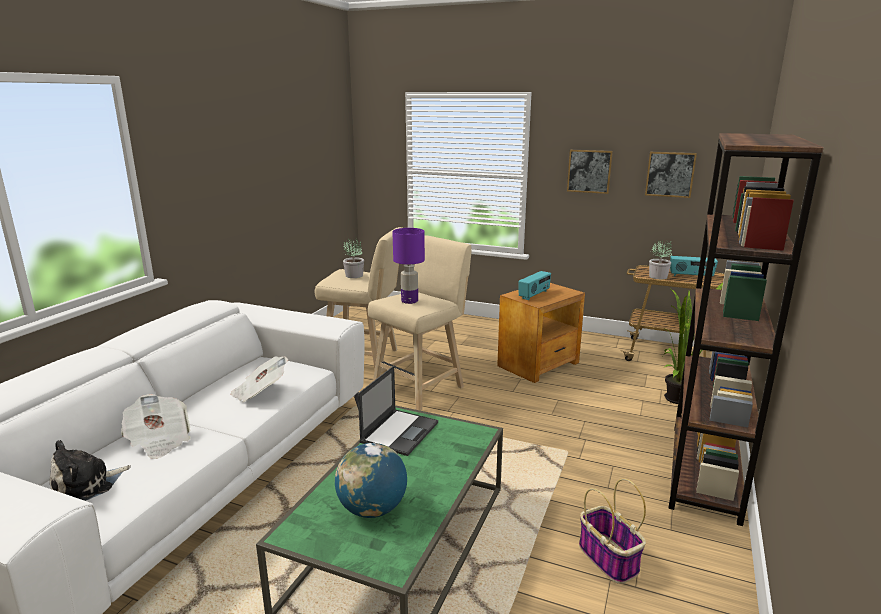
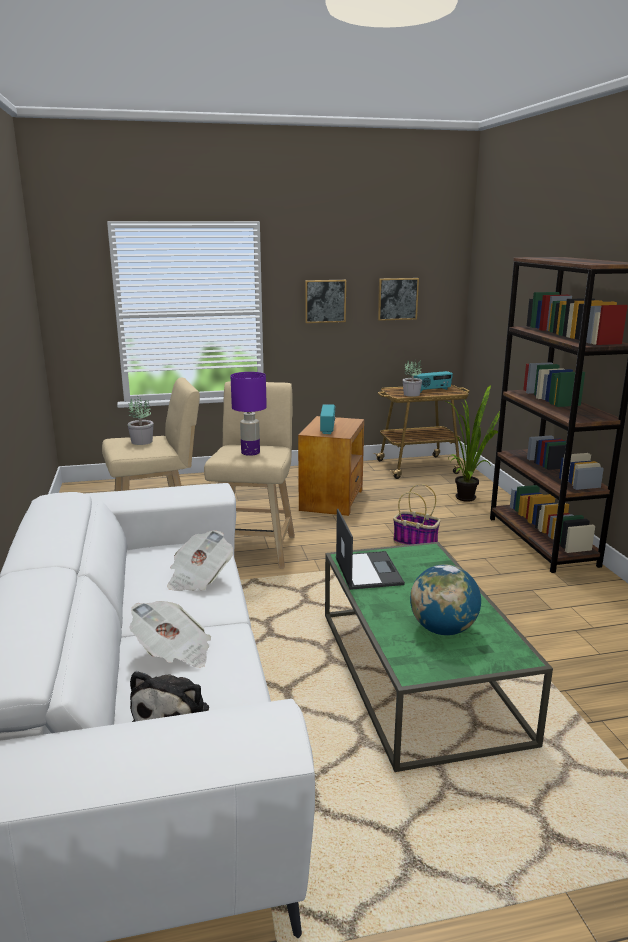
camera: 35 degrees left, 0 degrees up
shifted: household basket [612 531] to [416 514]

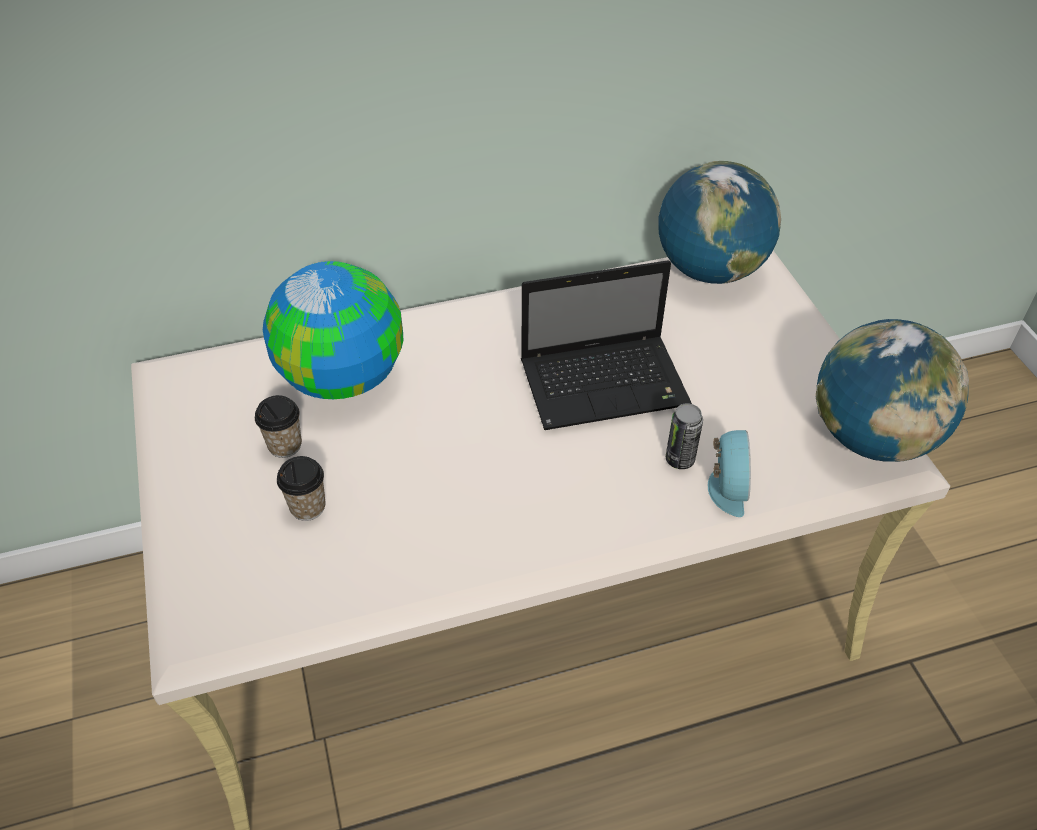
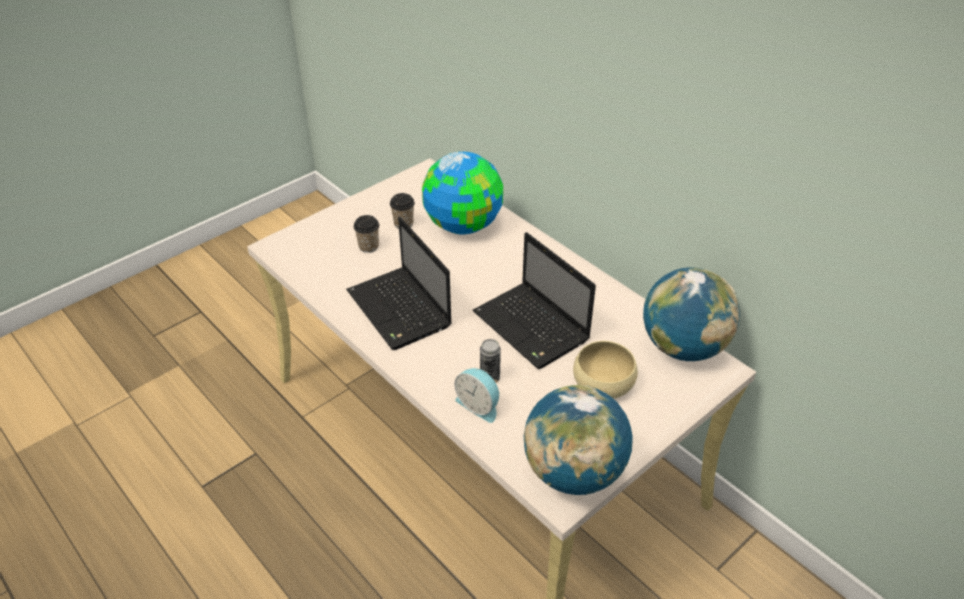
camera: 65 degrees right, 5 degrees down
new: portable computer [399 283]; sand-coloured bowl [605 370]
rotated: table clock [729 473] = [476 395] 60 degrees clockwise

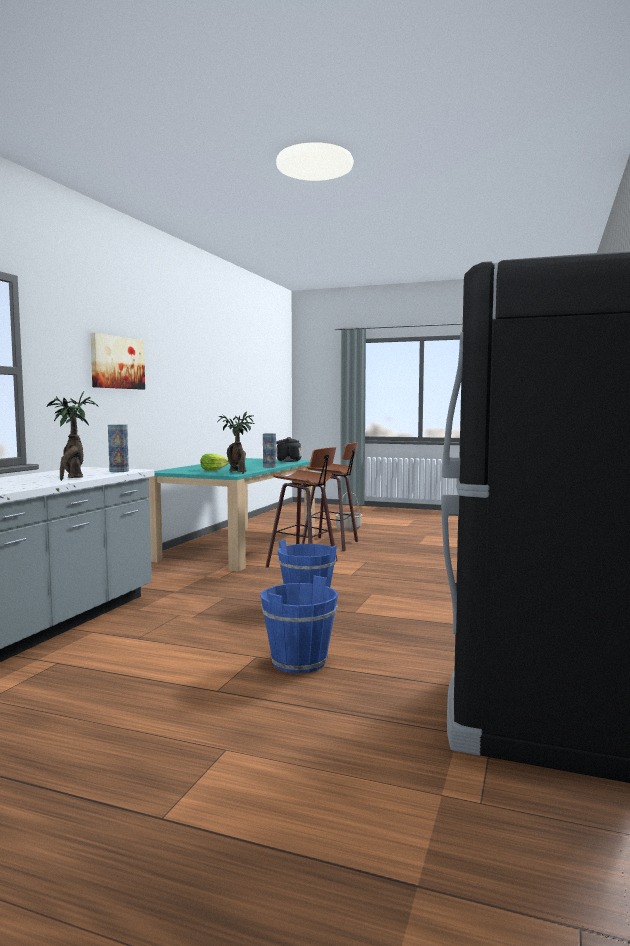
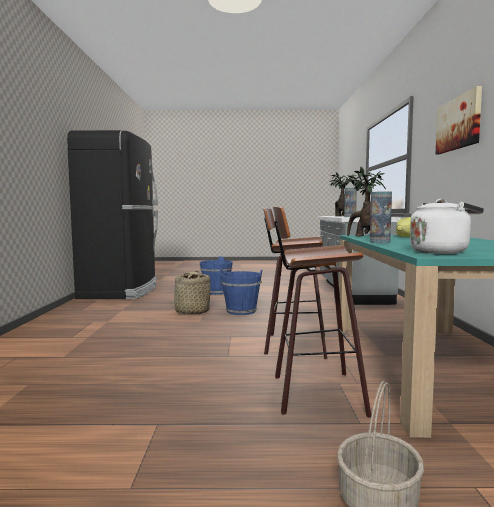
camera: 160 degrees right, 0 degrees up
new: household basket [190 292]
repainted: black-coloured kettle [288 449] to white-coloured kettle [447 226]

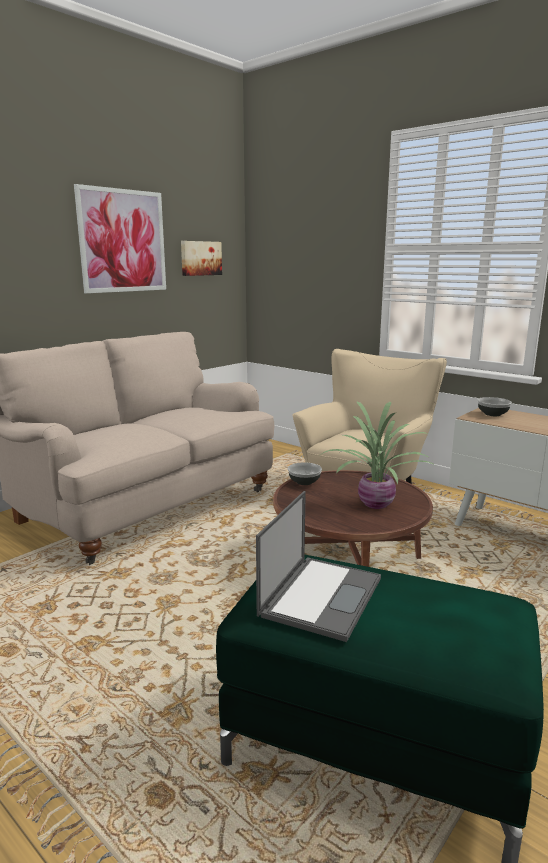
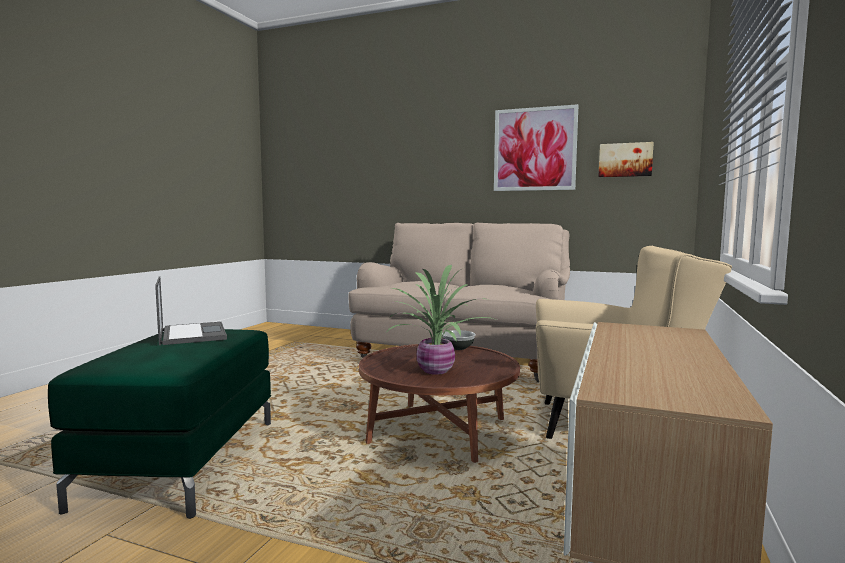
camera: 70 degrees right, 10 degrees down
gone: bowl [494 406]
rotated: portable computer [318 566] = [191 311] 120 degrees counterclockwise

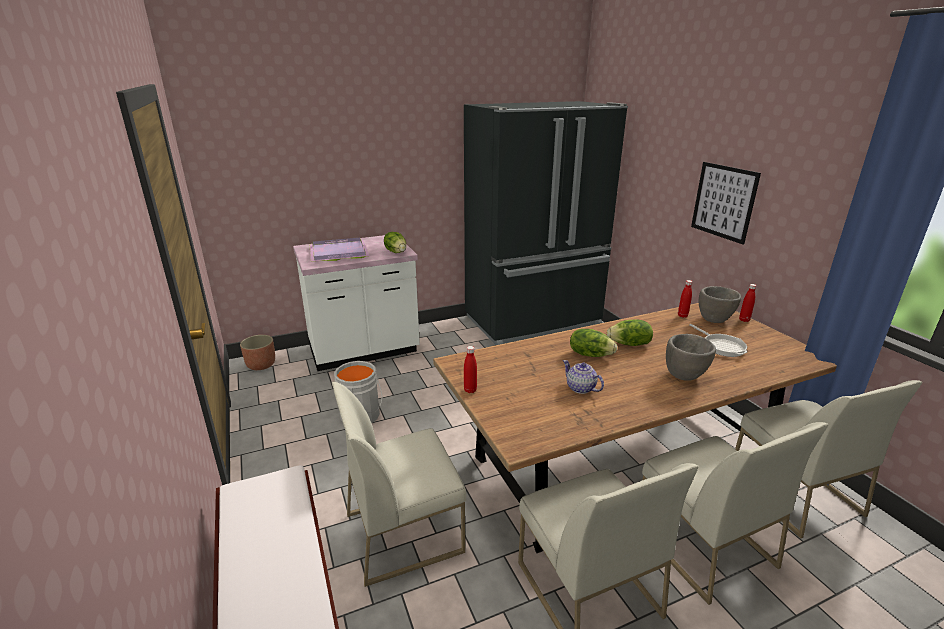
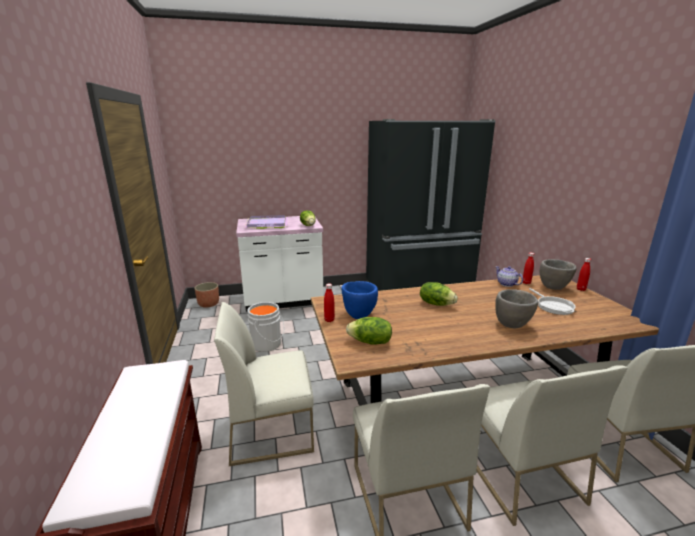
camera: 10 degrees right, 5 degrees down
gone: wall art [726 203]
new: blue-coloured bowl [359 300]
shifted: lettuce head [630 332] to [369 331]; pot for tea [583 377] to [509 276]

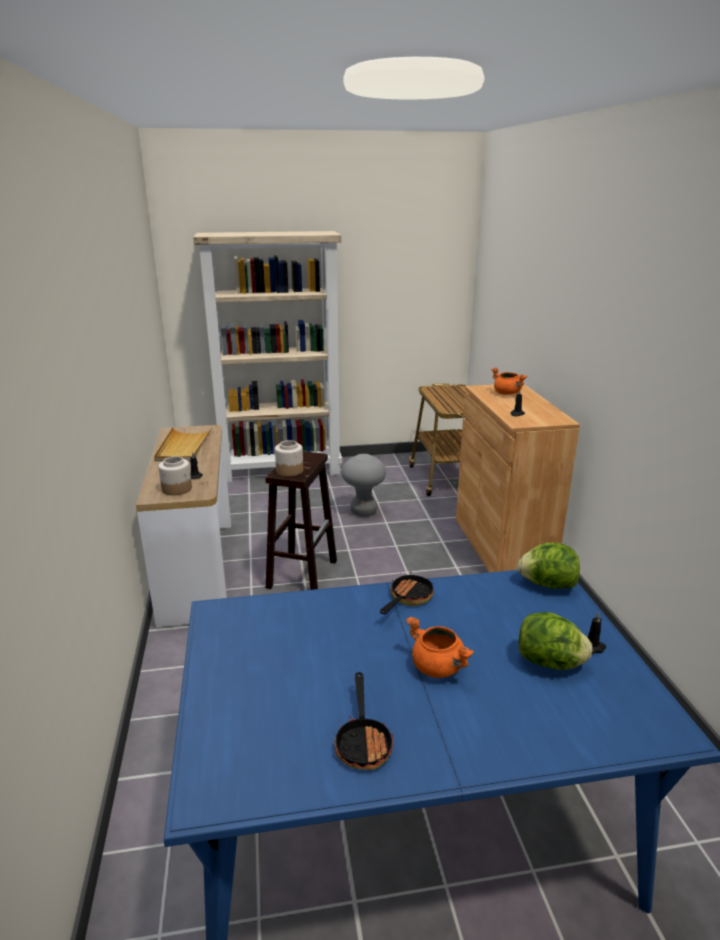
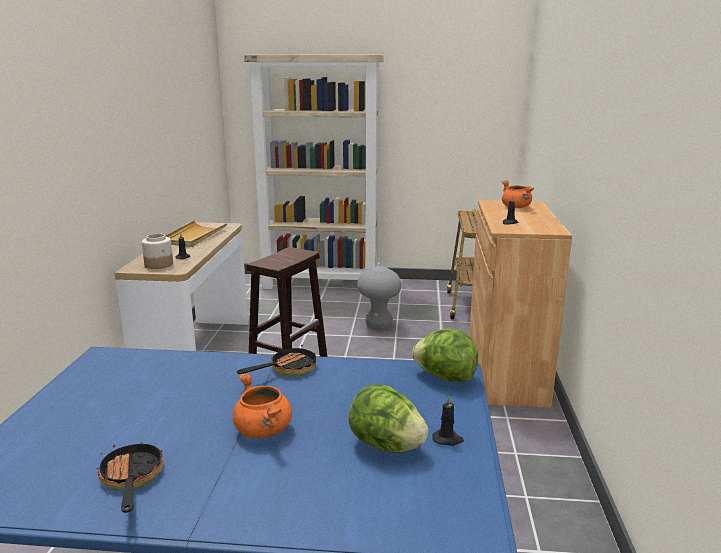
camera: 15 degrees right, 5 degrees down
gone: storage jar [289 458]
rotated: pan [363 721] = [130 477] 150 degrees clockwise

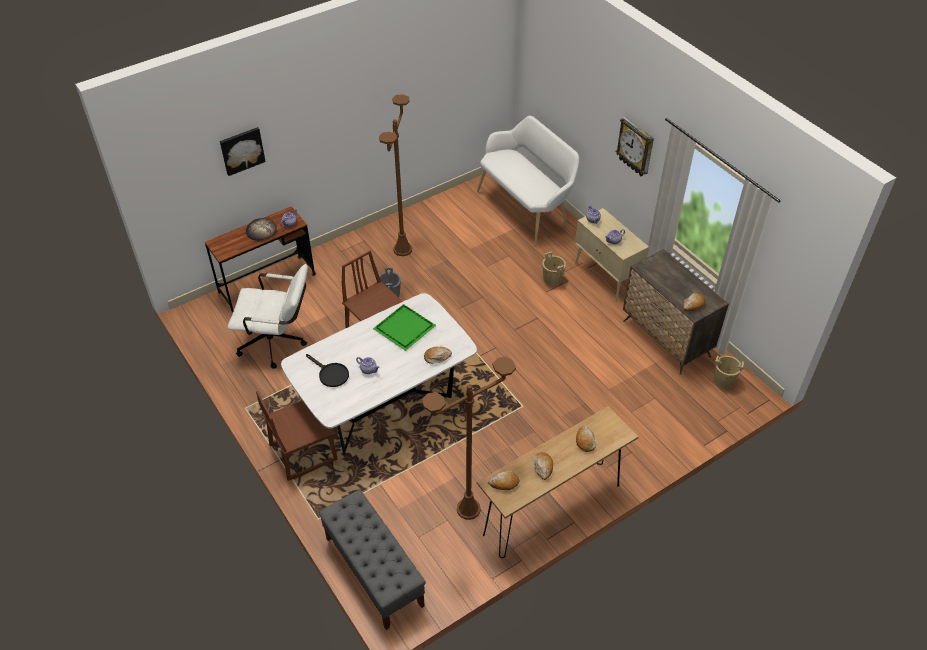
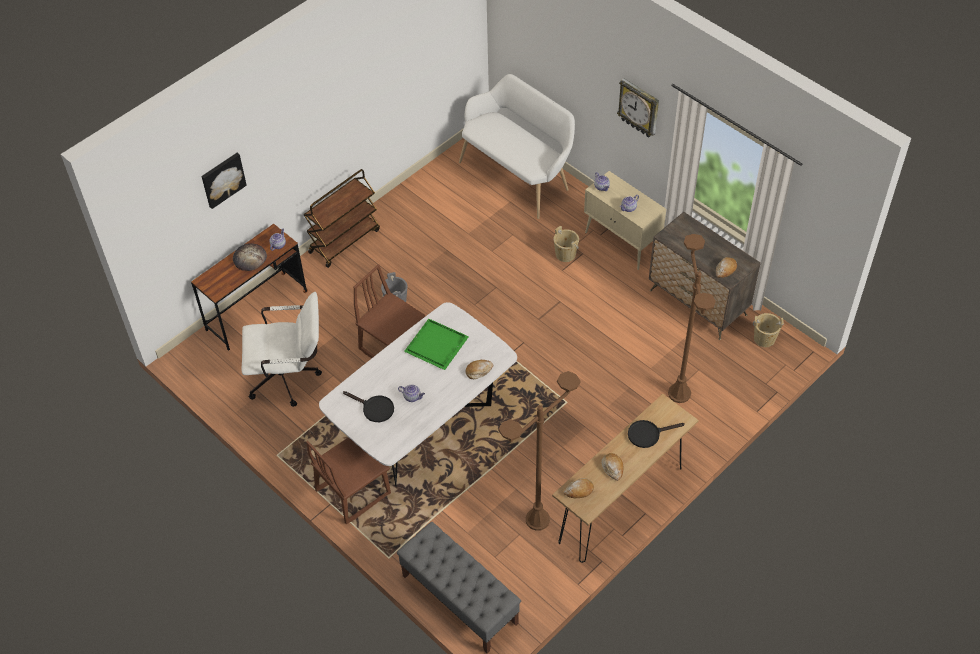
camera: 10 degrees left, 5 degrees up
new: brown cart [342 218]
shifted: brown standard lamp [395 175] to [692 318]
swapped: bakery bread [586 439] to black-coloured pan [656 434]

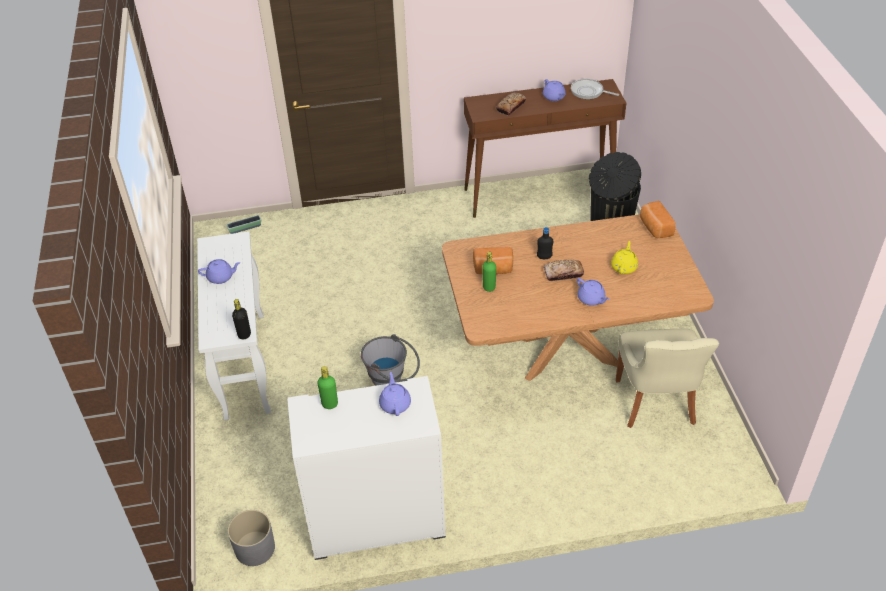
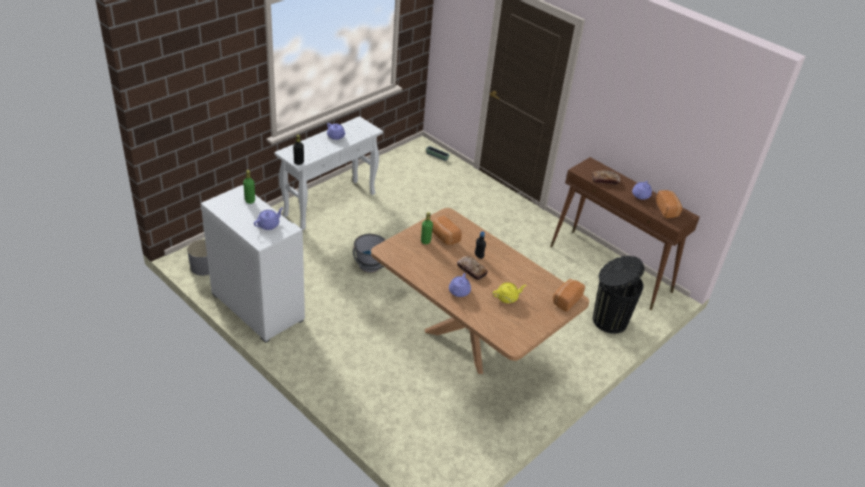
camera: 50 degrees right, 5 degrees down
gone: sand-coloured upright chair [667 378]
swapped: pan [595 89] to bakery bread [669 204]

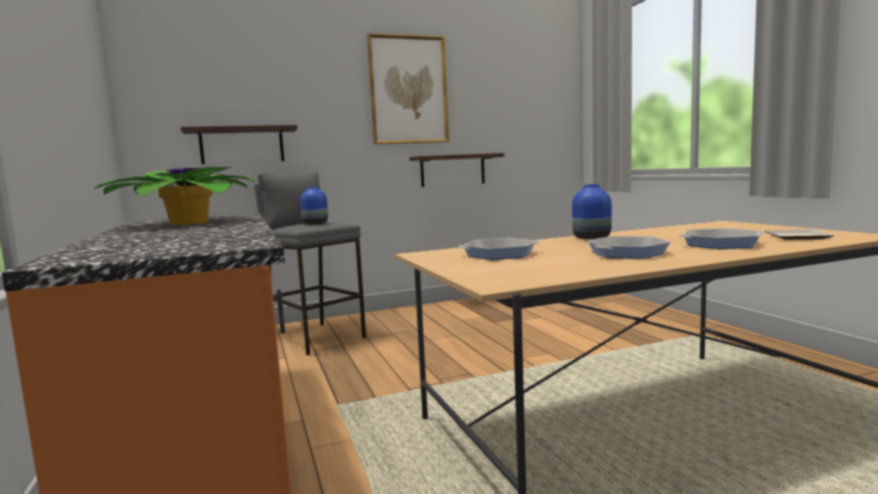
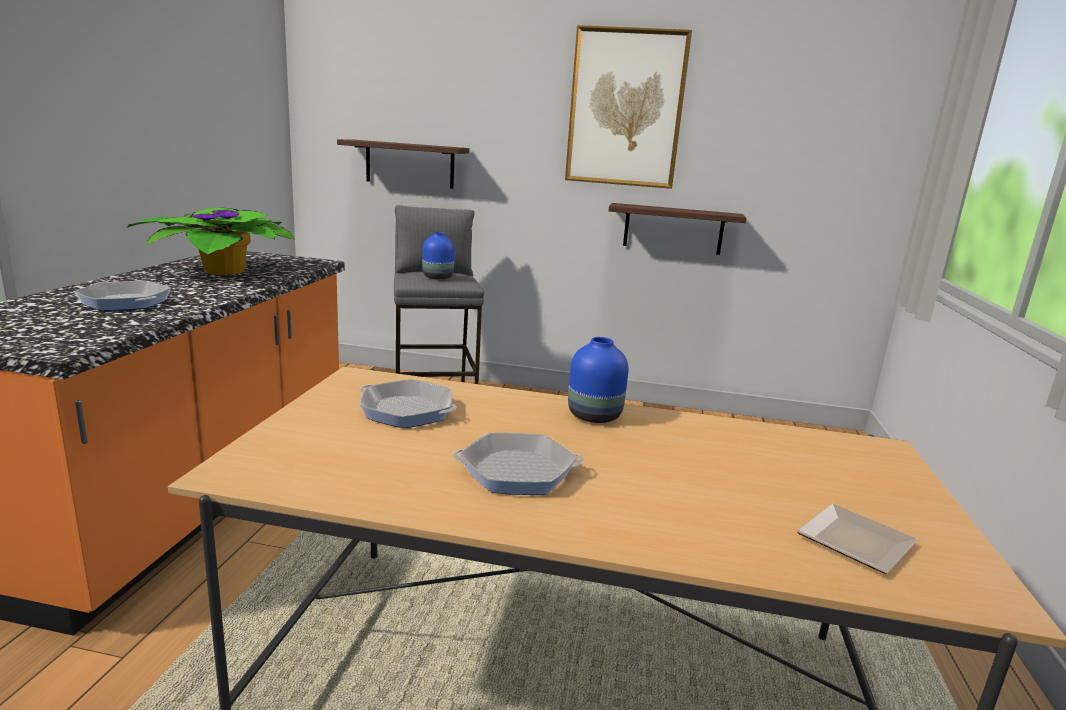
camera: 30 degrees right, 10 degrees up
shifted: pan [722 238] to [122 296]

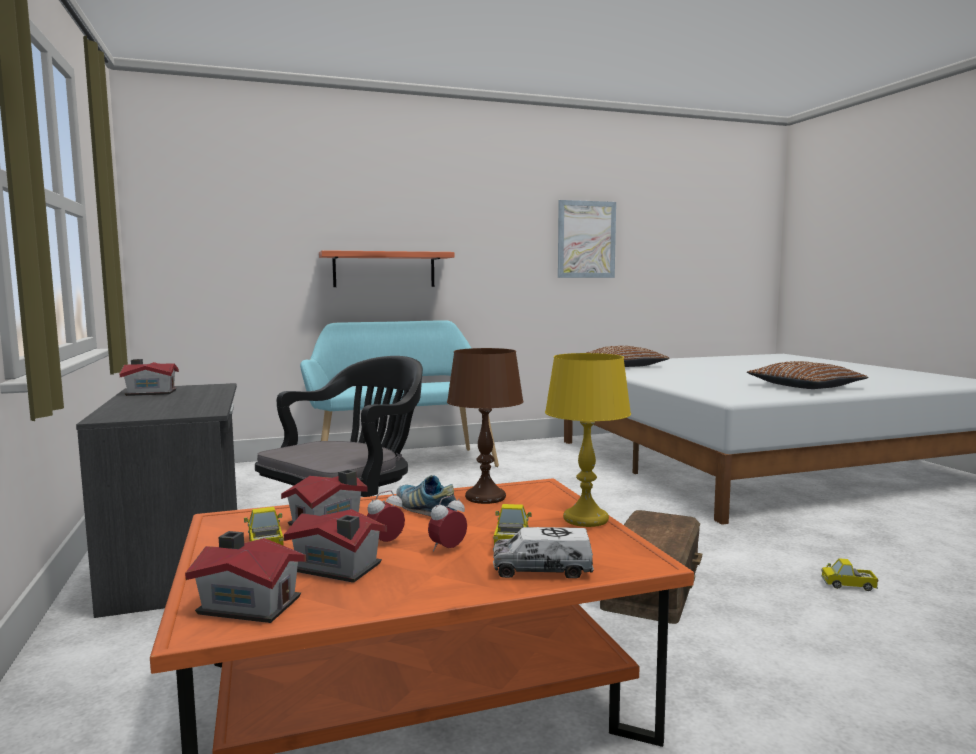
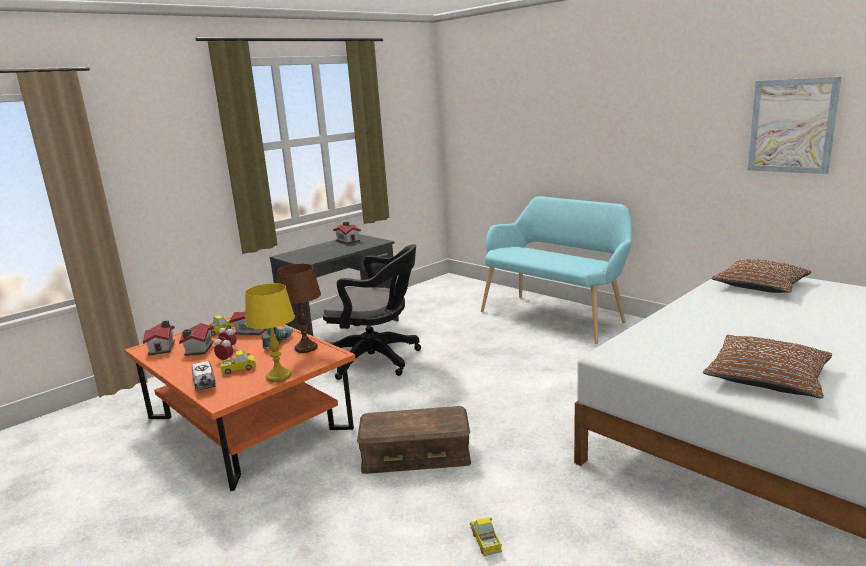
camera: 65 degrees right, 10 degrees up
gone: shelf [386 268]

